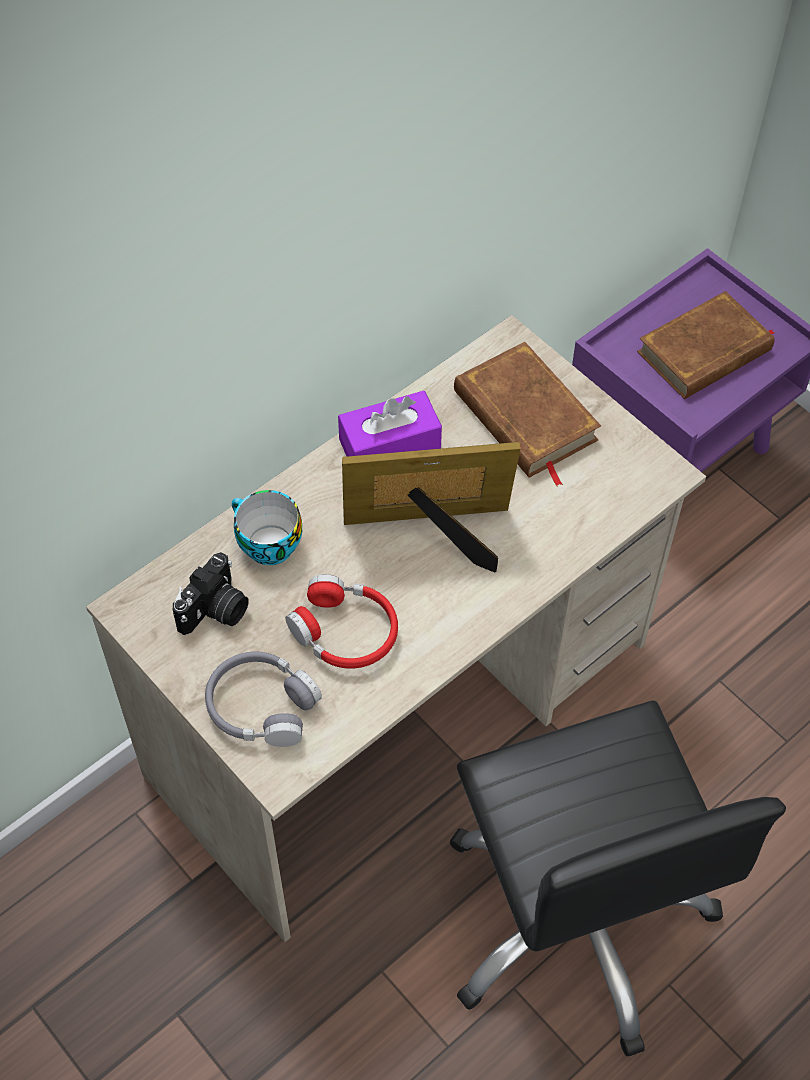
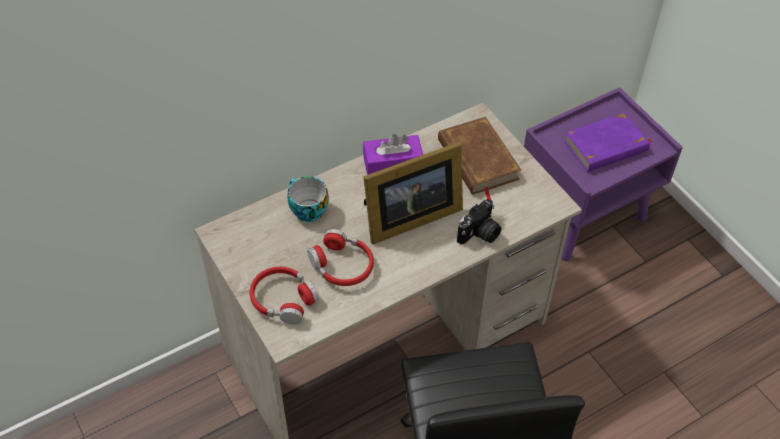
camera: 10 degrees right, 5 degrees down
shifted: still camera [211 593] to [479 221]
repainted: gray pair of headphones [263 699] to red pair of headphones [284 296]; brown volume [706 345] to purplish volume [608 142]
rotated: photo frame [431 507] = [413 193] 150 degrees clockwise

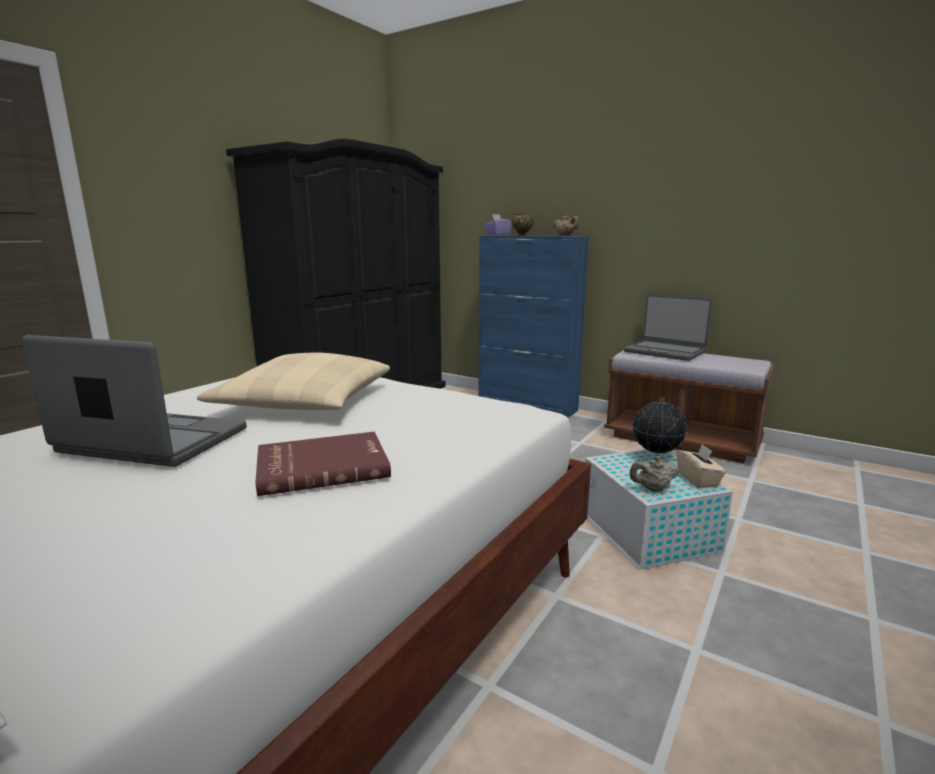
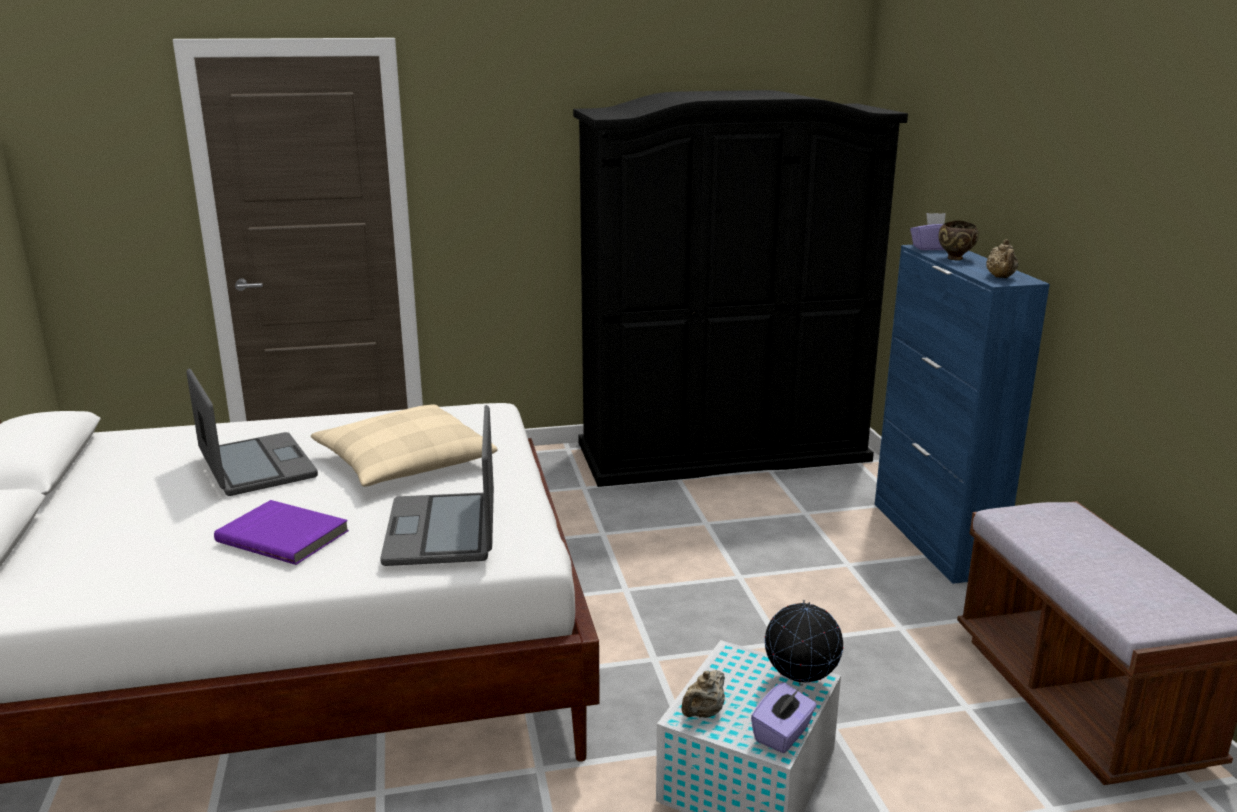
camera: 45 degrees right, 5 degrees up
shifted: portable computer [668 327] to [437 485]
repainted: red volume [323 464] to purplish volume [281 532]; sand-coloured tissue box [701 466] to purplish tissue box [784 717]
rotated: sand-coloured pot for tea [654 474] = [703 694] 90 degrees counterclockwise

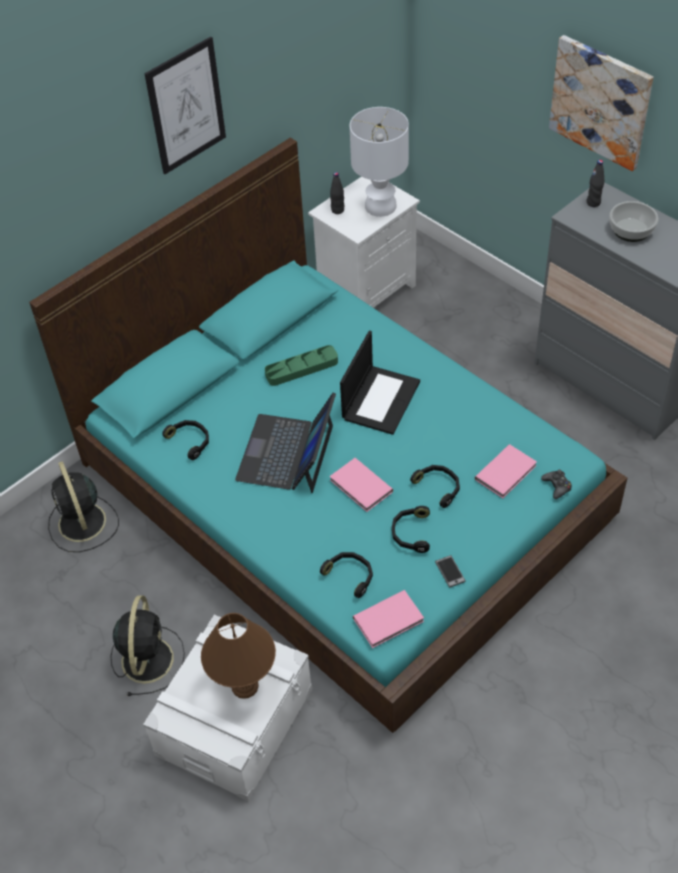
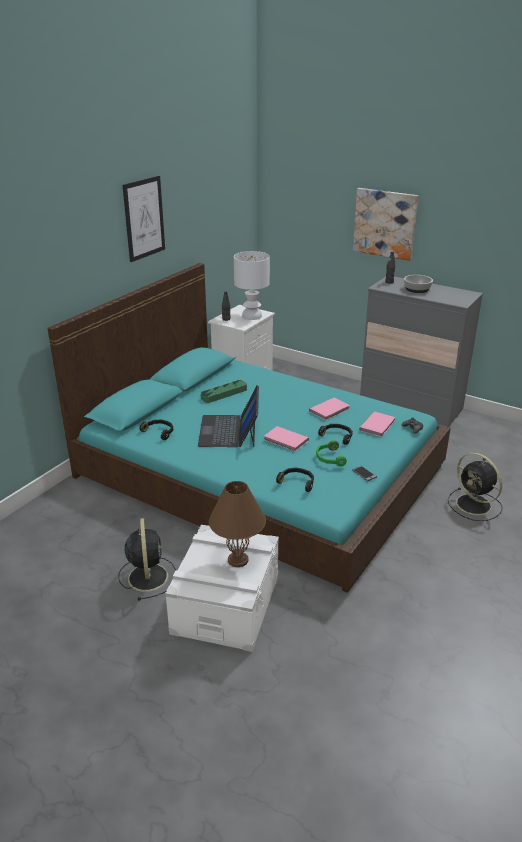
camera: 15 degrees left, 20 degrees down
gone: portable computer [380 383]
shifted: pinkish volume [388 619] to [329 409]; black-coloured electric fan [83 506] to [475 487]
repainted: black-coloured pair of headphones [411 529] to greenish pair of headphones [331 453]

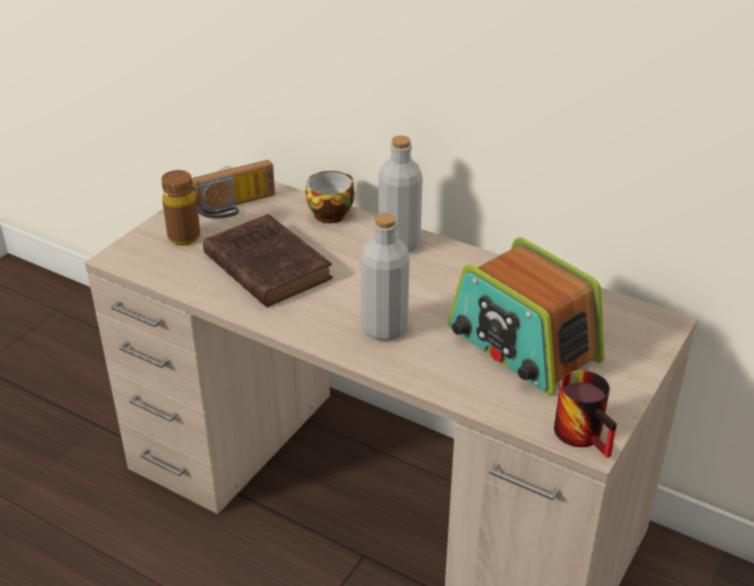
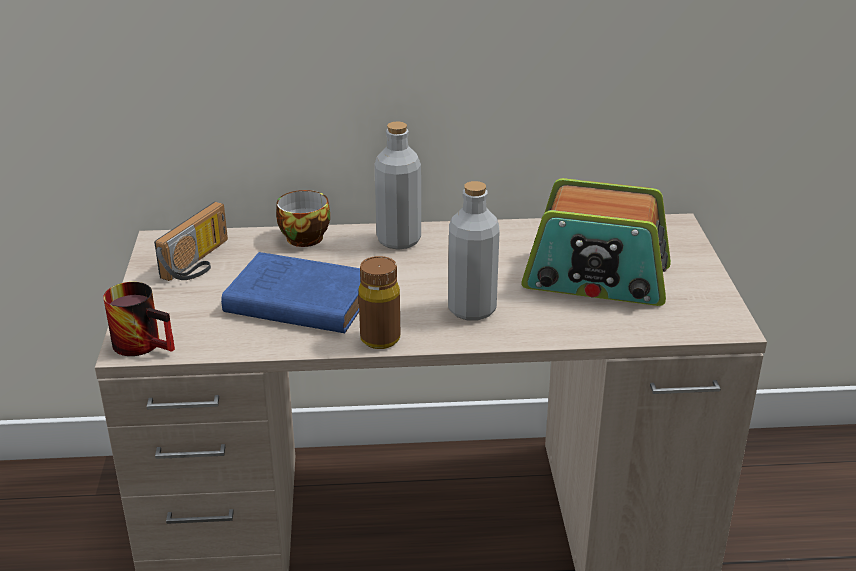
camera: 35 degrees left, 5 degrees down
shifted: tea mug [585 414] to [139 319]; brown beverage bottle [180 208] to [379 302]
repainted: brown volume [268 260] to blue-coloured volume [291 292]

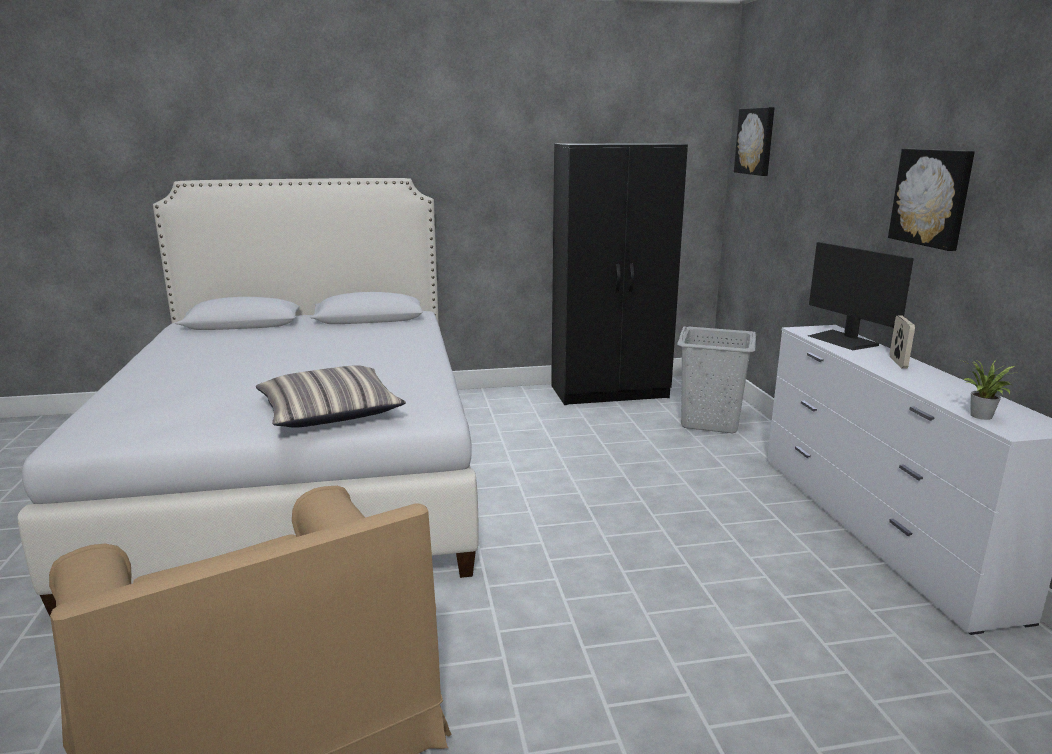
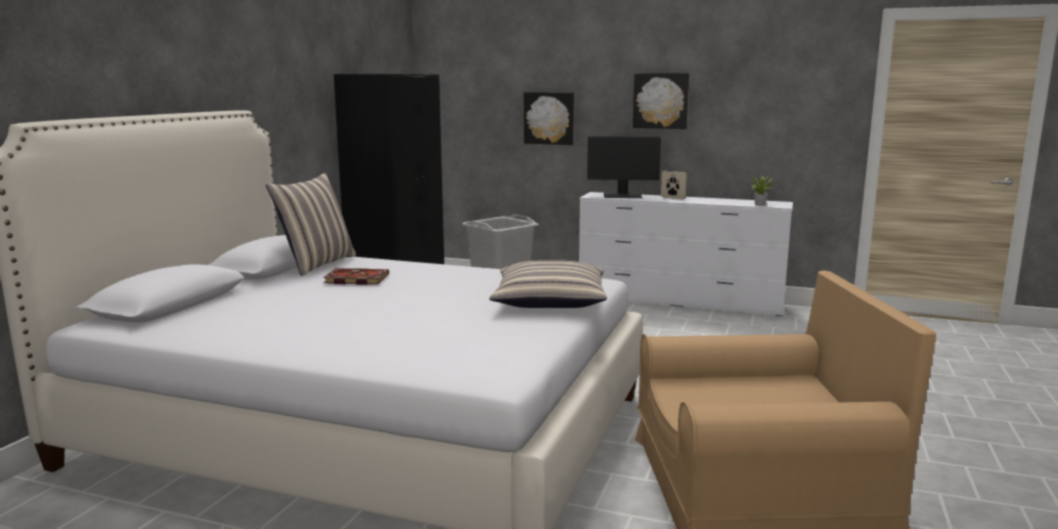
camera: 60 degrees left, 5 degrees down
new: pillow [311 224]; volume [356 276]
shifted: wall art [754 141] to [549 118]

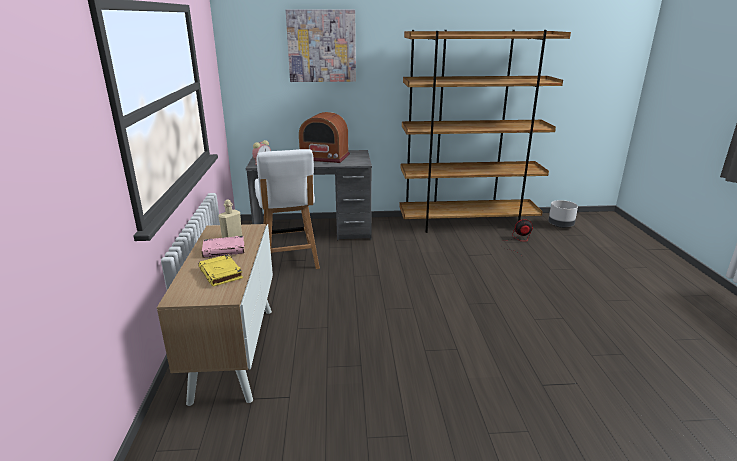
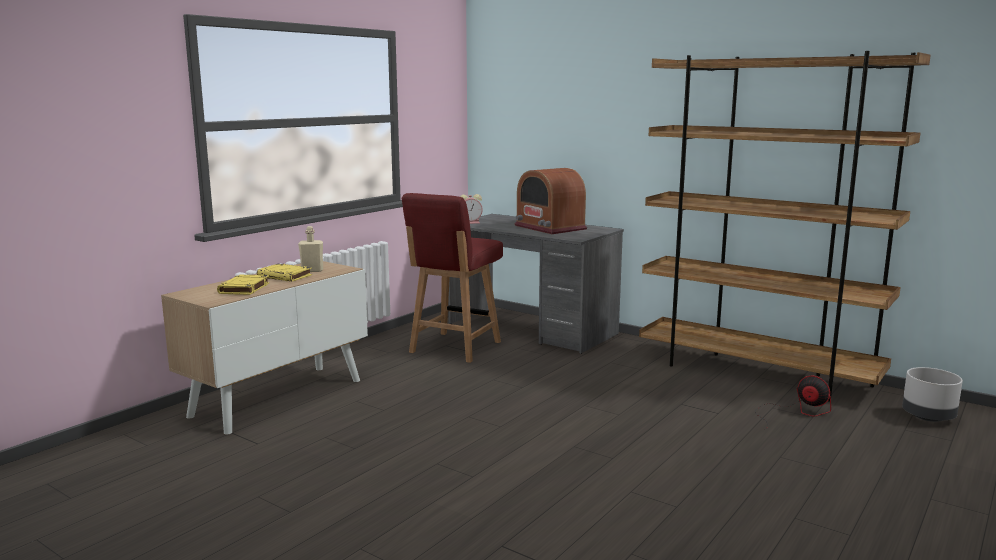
camera: 40 degrees right, 10 degrees down
gone: wall art [321 46]
repainted: pinkish volume [223 247] to yellow-coloured volume [284 272]; white-coloured upright chair [287 209] to red upright chair [452 278]

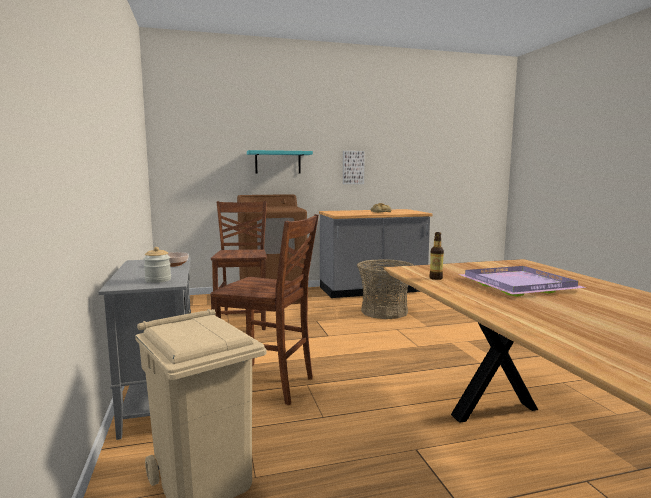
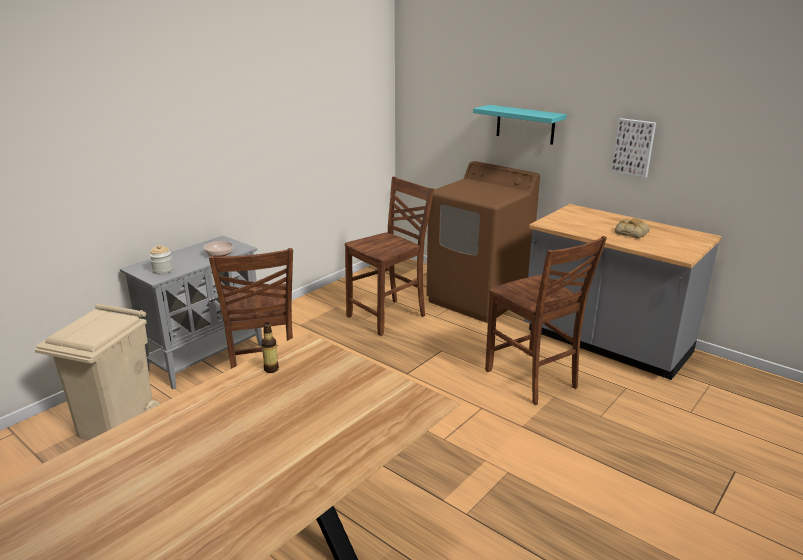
camera: 55 degrees right, 15 degrees up
gone: purplish serving tray [522 281]
swapped: household basket [385 289] to brown upright chair [546 320]

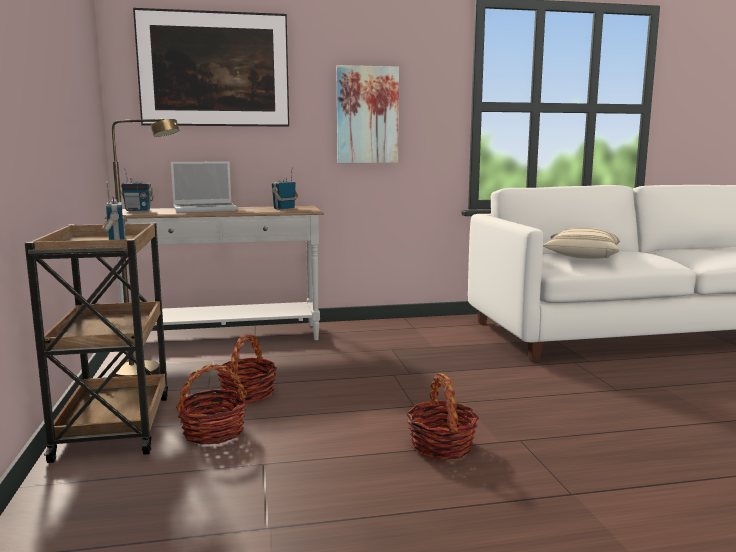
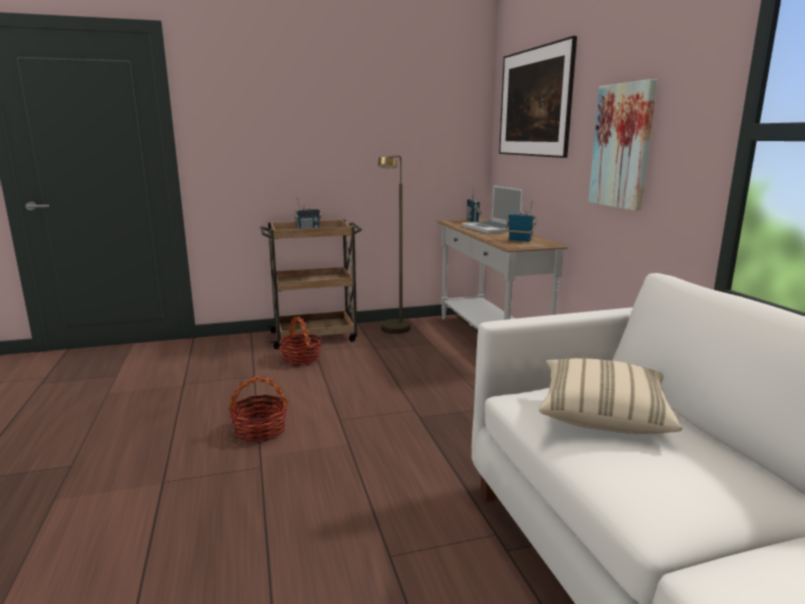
camera: 85 degrees right, 5 degrees up
gone: household basket [247 368]

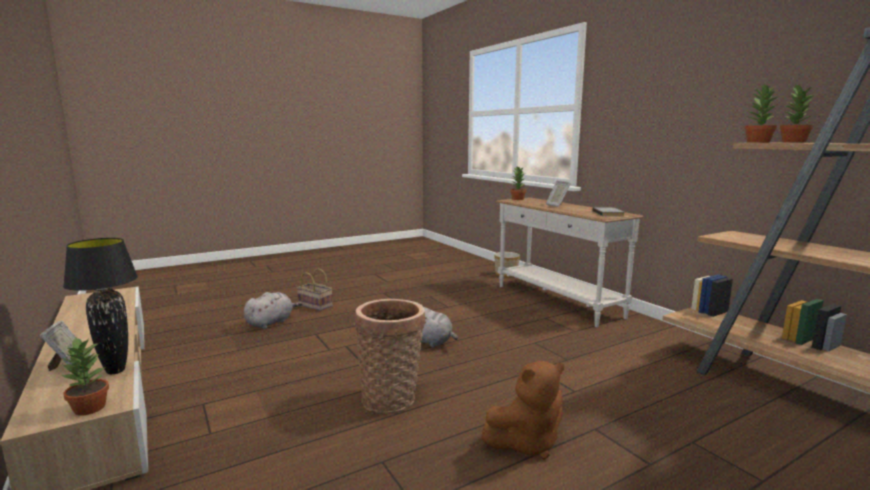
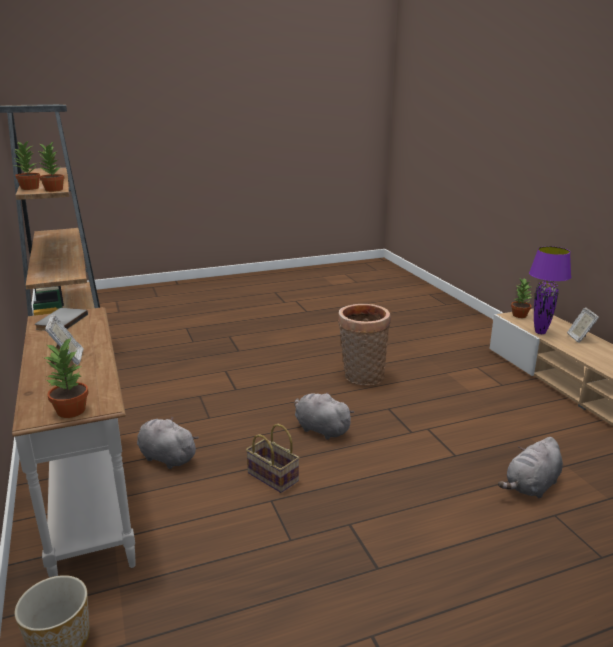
camera: 170 degrees left, 10 degrees up
gone: brown cuddly toy [522 410]
new: gray cuddly toy [168 443]
shifted: household basket [314 289] to [272 458]
repainted: black-coloured lamp for a table [100 306] to purplish lamp for a table [550 290]

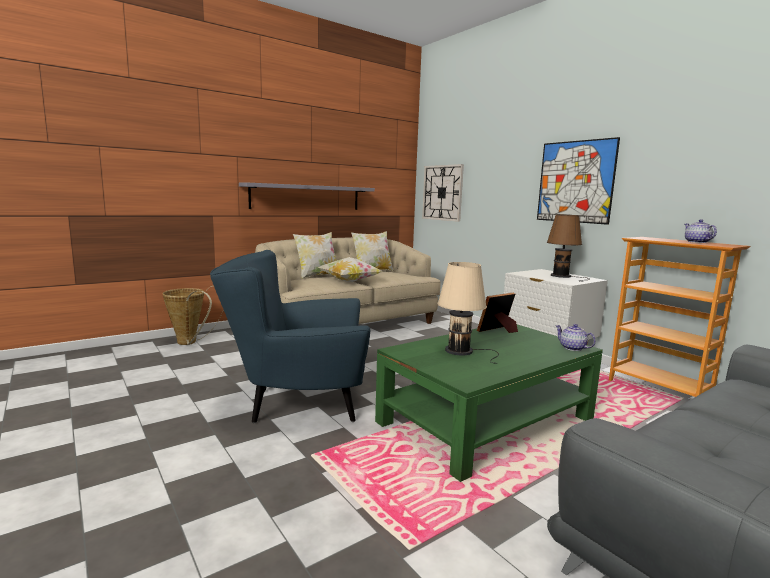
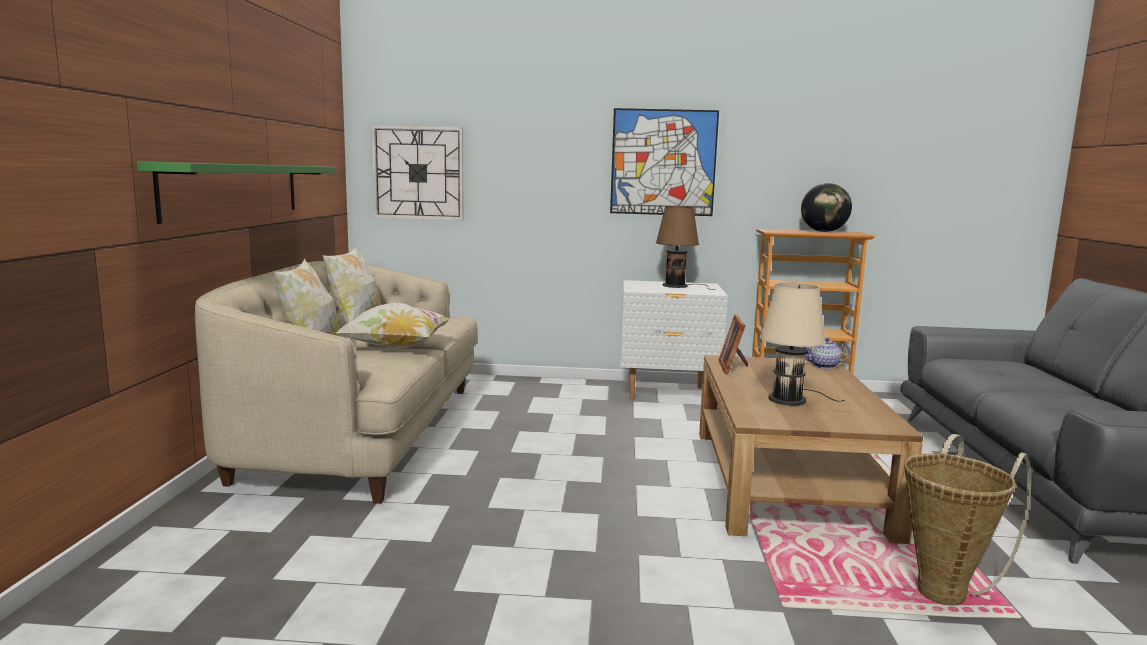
camera: 50 degrees left, 0 degrees up
gone: blue-coloured lounge chair [290 336]
shifted: household basket [193 315] to [967 520]
swapped: pot for tea [701 231] to globe [826 207]
repainted: gray shelf [307 196] to greenish shelf [236 192]; greenish coffee table [489 403] to brown coffee table [811 449]

